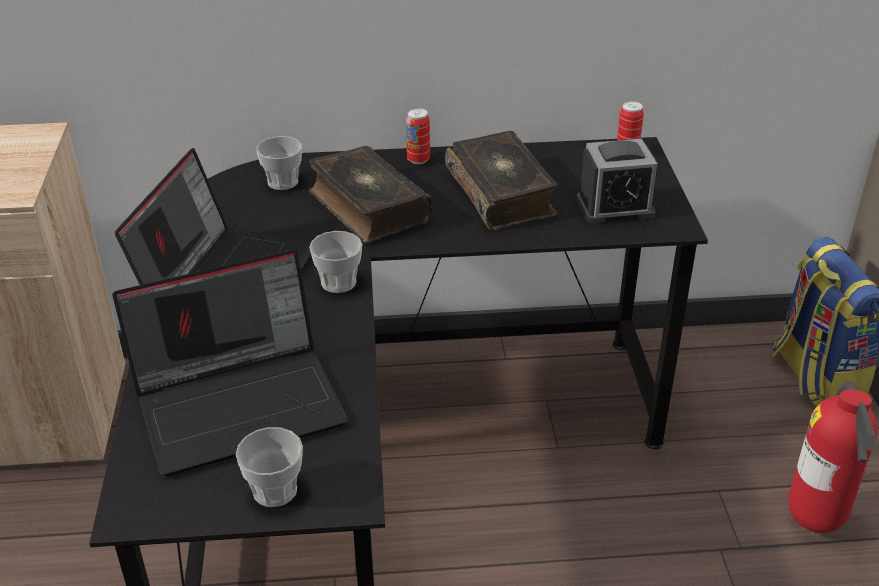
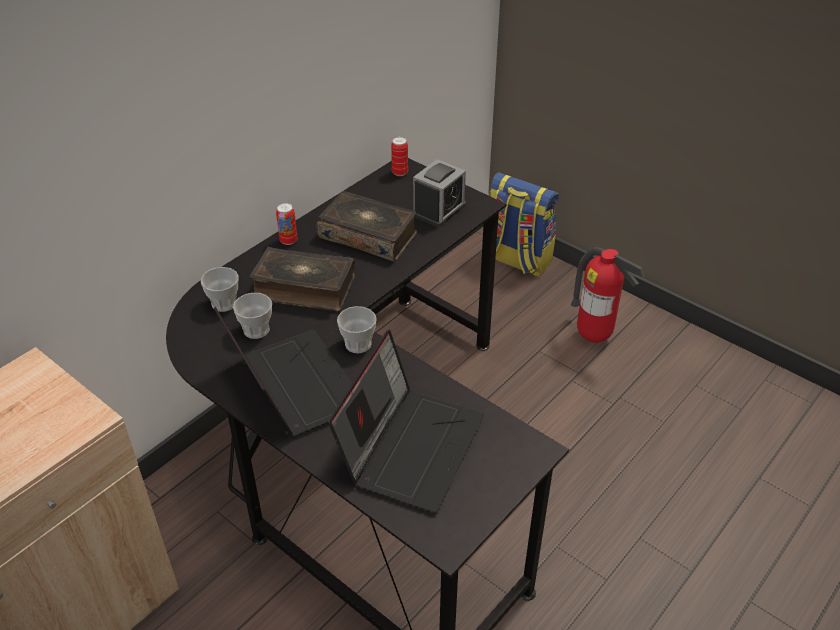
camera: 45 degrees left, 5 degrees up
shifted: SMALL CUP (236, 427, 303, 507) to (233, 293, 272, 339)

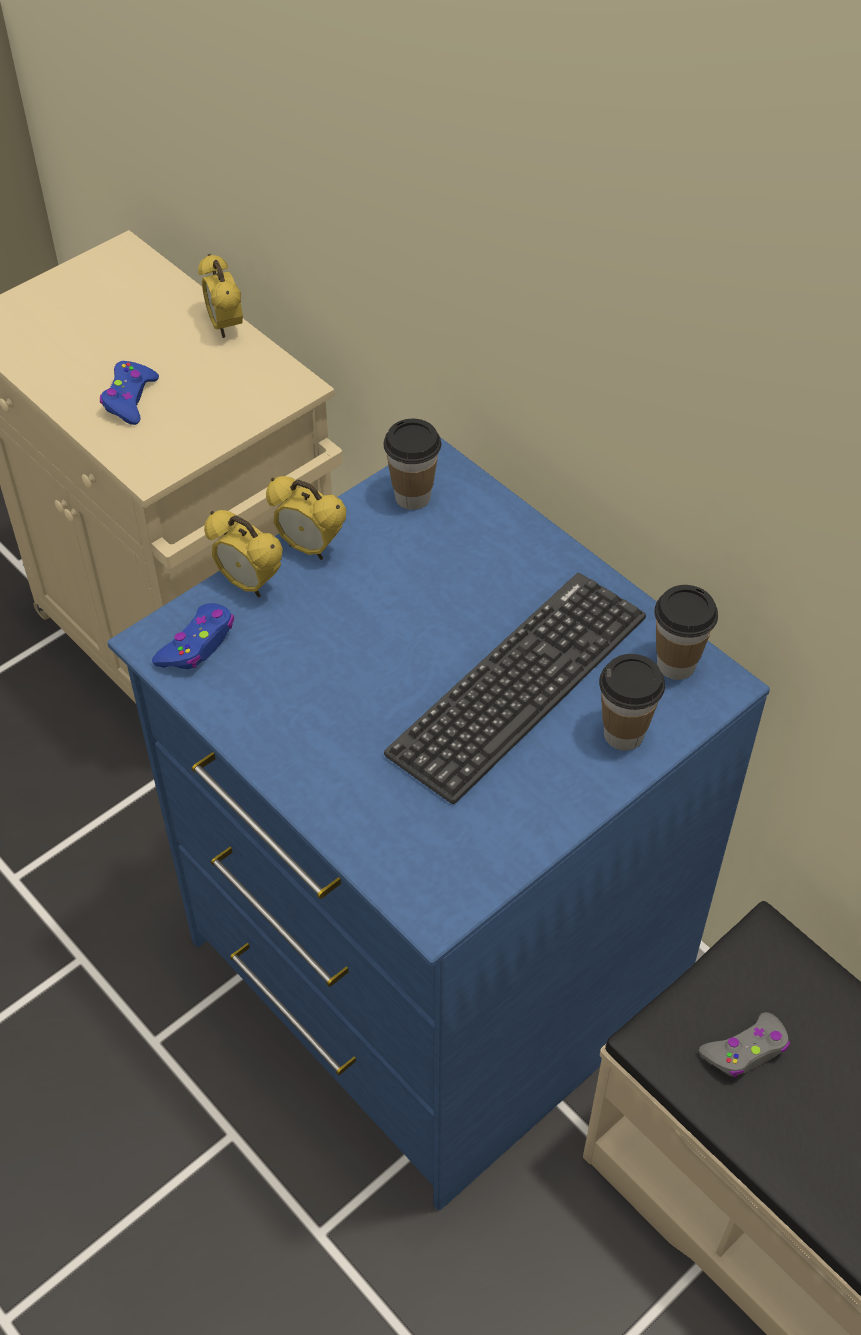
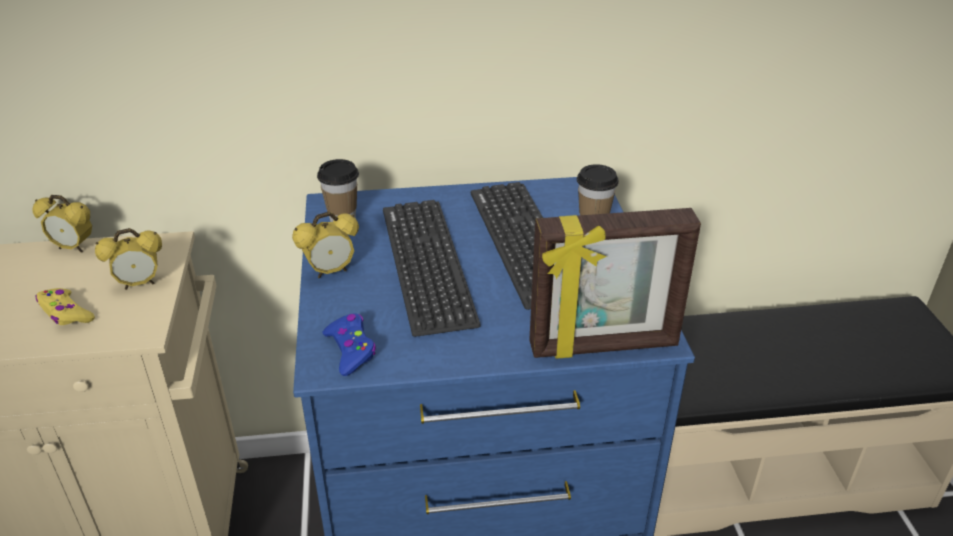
camera: 55 degrees left, 15 degrees down
gone: SMALL CUP (654, 585, 718, 680); GRAY GAME CONTROLLER (699, 1012, 790, 1078)
new: COMPUTER KEYBOARD (383, 200, 481, 337); PICTURE FRAME (529, 208, 701, 359)
shifted: BEDSIDE CLOCK (204, 510, 283, 597) to (95, 228, 162, 290)
repainted: BLUE GAME CONTROLLER (100, 361, 159, 425) to YELLOWISH GAME CONTROLLER (36, 288, 95, 325)

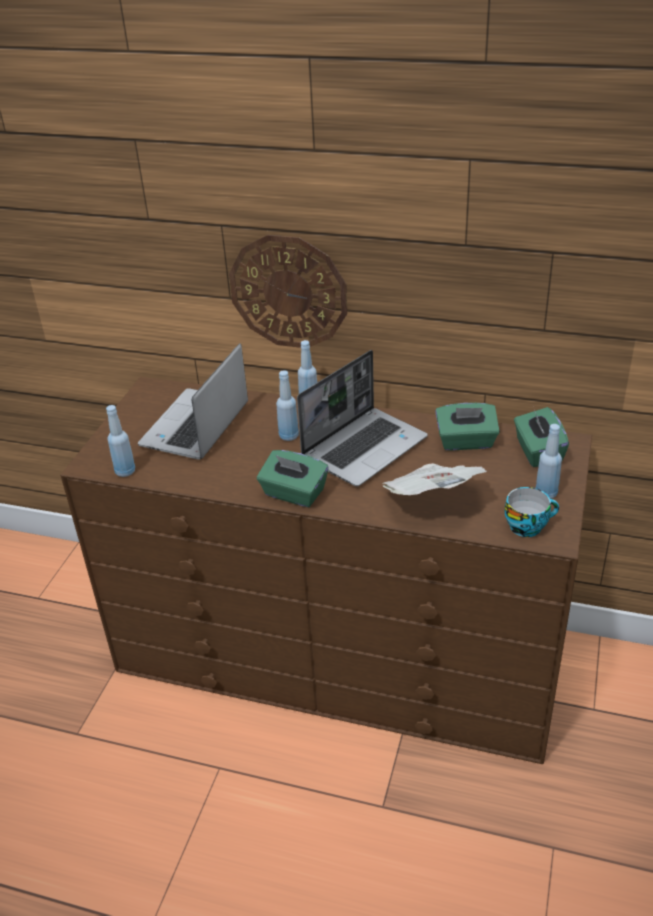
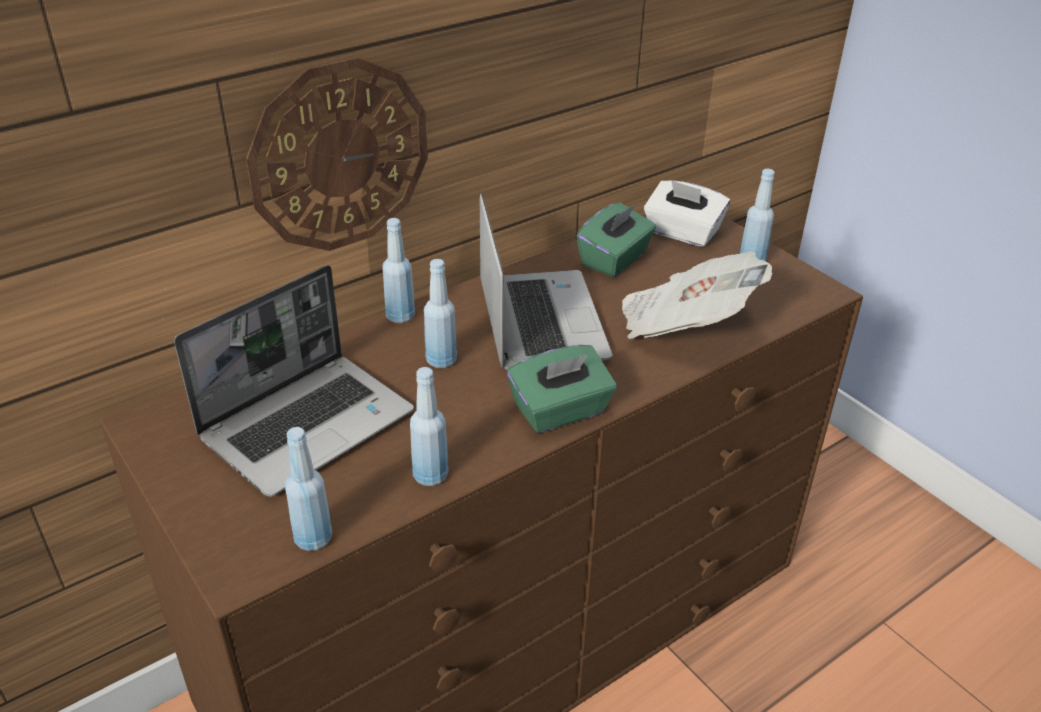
camera: 55 degrees left, 0 degrees up
gone: SMALL CUP (505, 487, 559, 537)
new: BLUE BOTTLE (410, 367, 449, 486)
repainted: GREEN-COLOURED TISSUE HOLDER (514, 407, 569, 467) to WHITE TISSUE HOLDER (644, 180, 730, 247)
rotated: NOTEBOOK COMPUTER (138, 343, 248, 460) = (174, 265, 414, 497) 105 degrees counterclockwise

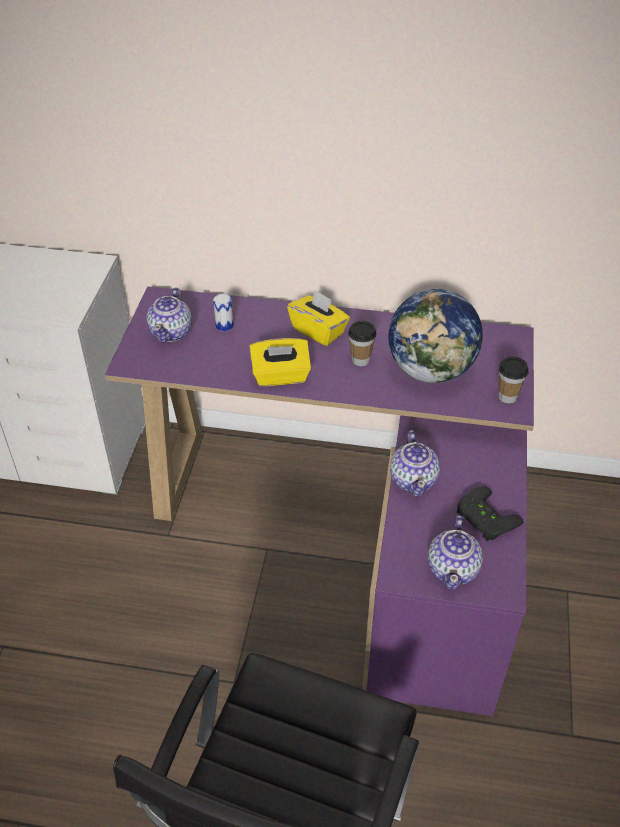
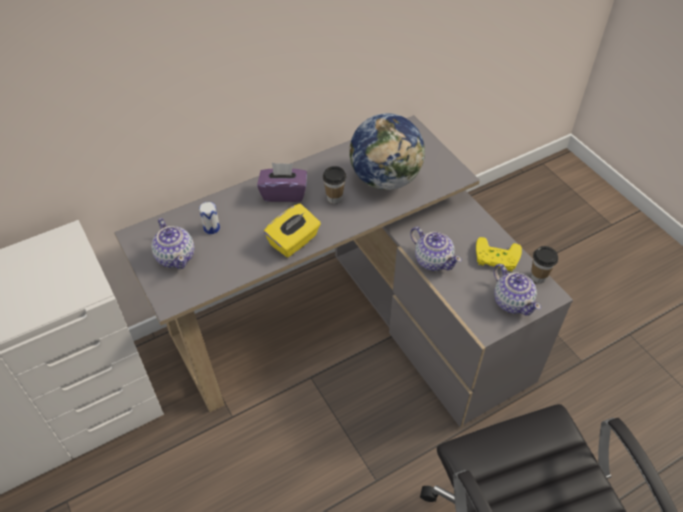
camera: 40 degrees left, 5 degrees up
shifted: SMALL CUP (498, 357, 529, 404) to (531, 246, 558, 283)
repainted: PURPLISH DESK TABLE (105, 287, 534, 716) to GRAY DESK TABLE (114, 115, 573, 427); YELLOWISH TISSUE HOLDER (287, 289, 350, 346) to PURPLISH TISSUE HOLDER (257, 163, 307, 202); BLACKISH GAME CONTROLLER (457, 486, 524, 541) to YELLOWISH GAME CONTROLLER (476, 237, 522, 271)

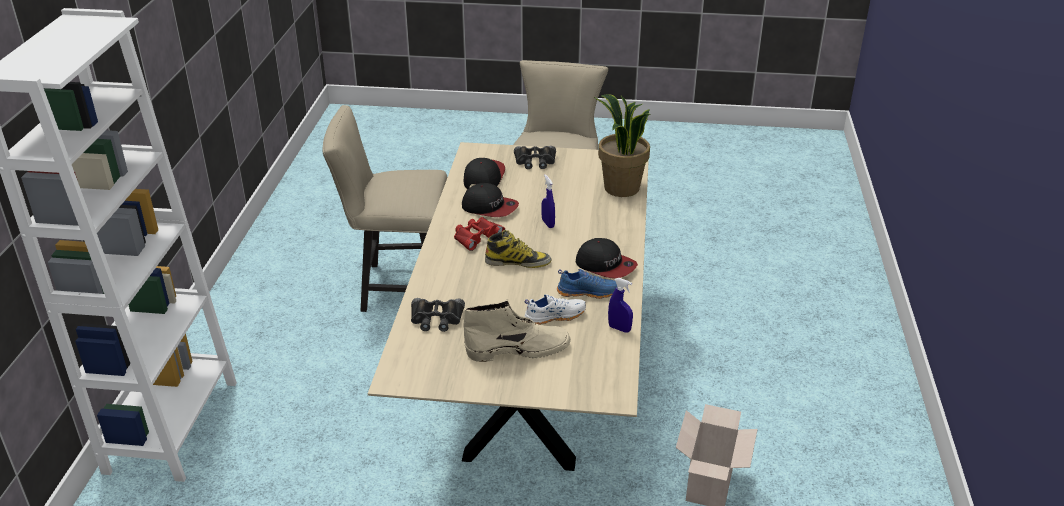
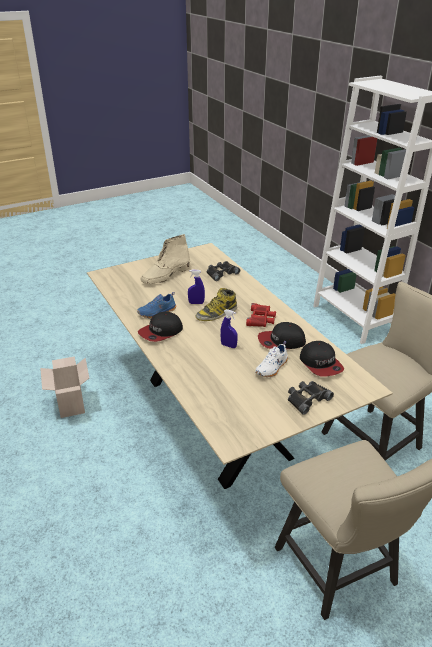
camera: 145 degrees right, 0 degrees up
gone: POTTED PLANT (594, 94, 651, 197)
shifted: BLUE SPRAYER (608, 278, 633, 333) to (188, 270, 205, 304); WHITE ITEM OF FOOTWEAR (524, 294, 586, 325) to (255, 341, 288, 377)
rotated: BASEBALL CAP (576, 238, 638, 279) = (138, 312, 183, 342) 45 degrees counterclockwise

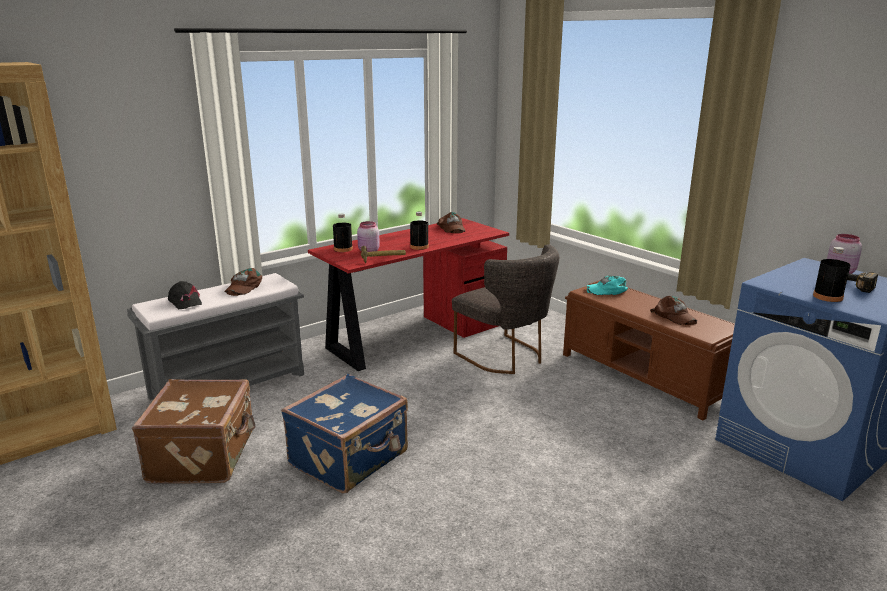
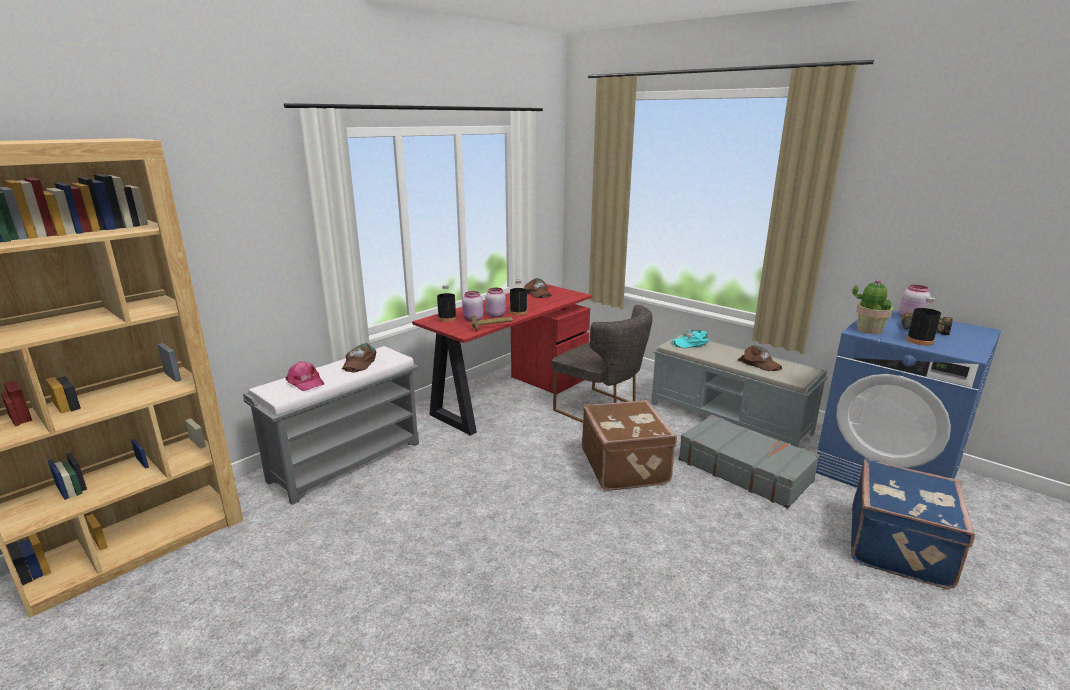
camera: 10 degrees left, 0 degrees up
new: POTTED PLANT (852, 280, 893, 334); PINK-COLOURED PRESERVE JAR (485, 288, 506, 318); GRAY TRAVEL CASE (678, 415, 820, 508)
shifted: BLUE TRAVEL CASE (281, 374, 408, 493) to (851, 459, 975, 589); BROWN-COLOURED TRAVEL CASE (132, 379, 256, 484) to (582, 400, 677, 491)
repainted: BROWN-COLOURED LONG SEAT (563, 280, 735, 421) to GRAY LONG SEAT (651, 333, 828, 447); BLACKISH BASEBALL CAP (168, 281, 202, 309) to PINK-COLOURED BASEBALL CAP (285, 361, 324, 391)

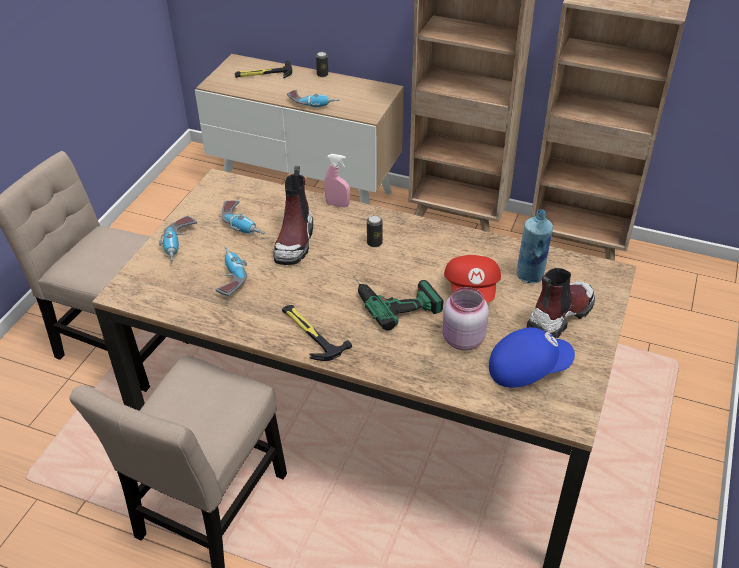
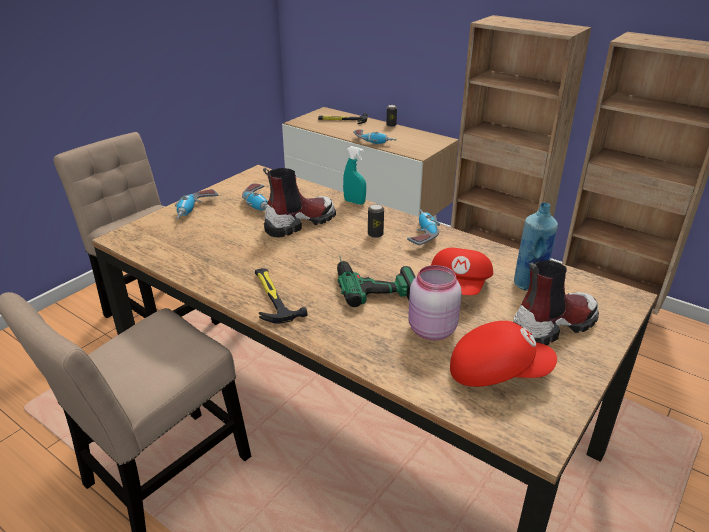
camera: 15 degrees right, 10 degrees down
shifted: ELECTRIC DRILL (215, 247, 247, 296) to (407, 209, 440, 245)
repainted: PINK-COLOURED SPRAYER (324, 154, 350, 208) to TURQUOISE-COLOURED SPRAYER (343, 146, 366, 205); BLUE BASEBALL CAP (489, 327, 575, 388) to REDDISH BASEBALL CAP (450, 321, 557, 387)
rotated: HIGH-TOP BOOT (273, 166, 313, 265) = (263, 168, 336, 237) 150 degrees counterclockwise

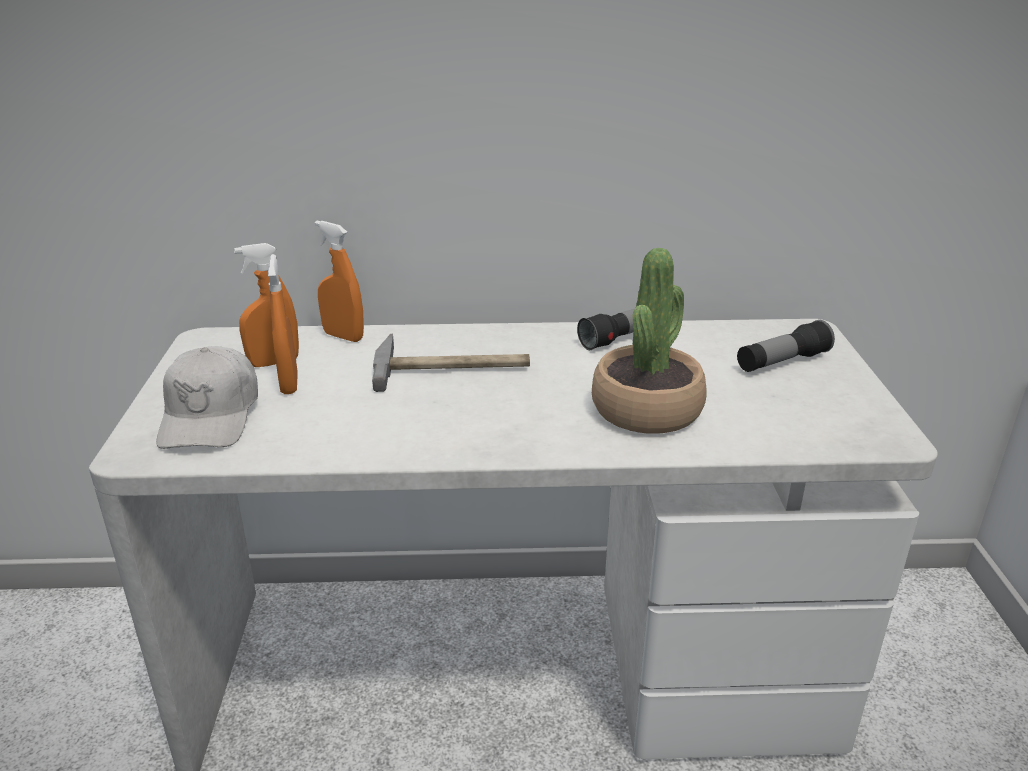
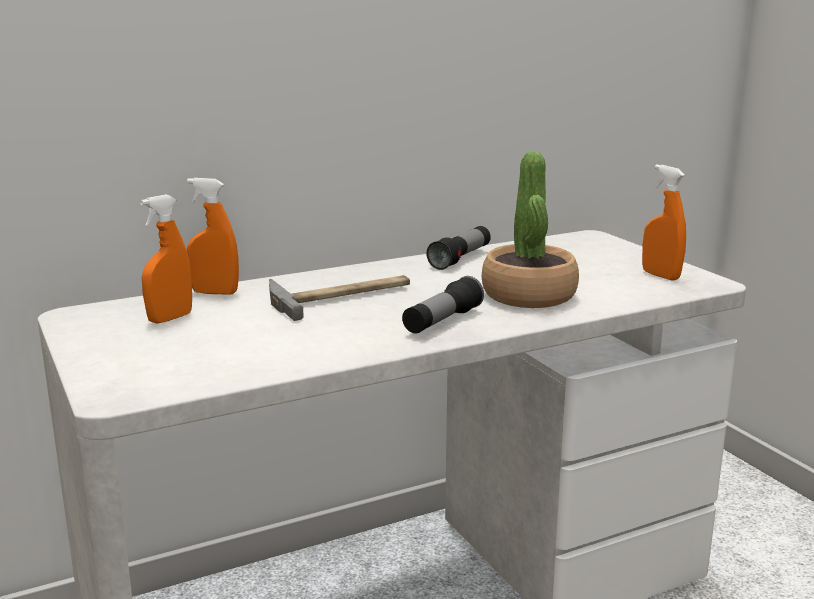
camera: 25 degrees left, 10 degrees down
gone: WHITE BASEBALL CAP (156, 346, 258, 449)
shifted: ORANGE SPRAYER (268, 254, 298, 394) to (642, 165, 686, 281); FLASHLIGHT (737, 320, 835, 372) to (402, 276, 484, 333)

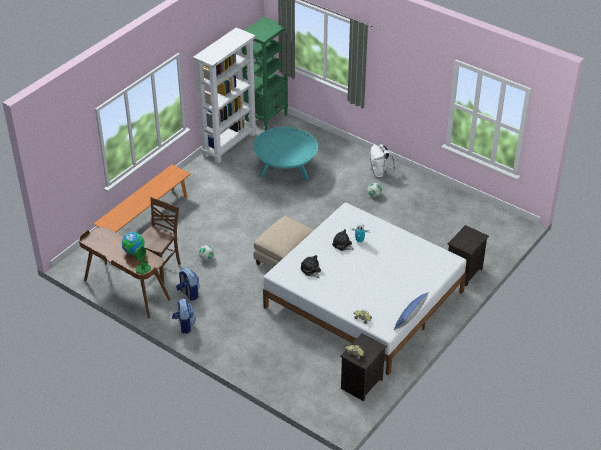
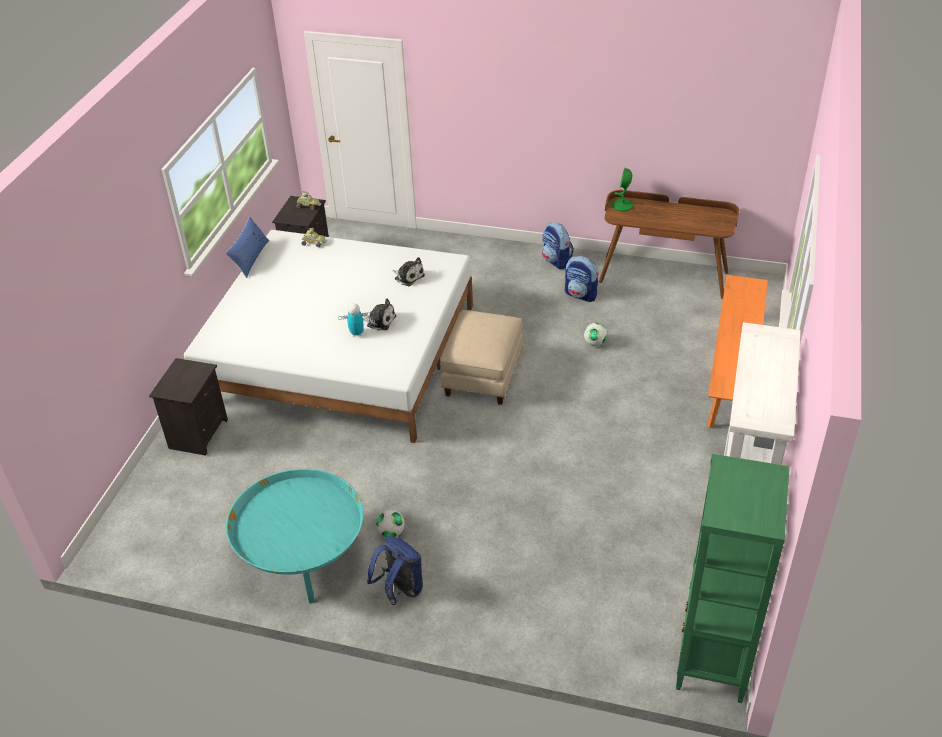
camera: 160 degrees right, 0 degrees up
gone: BROWN-COLOURED PLAIN CHAIR (141, 197, 181, 284); GLOBE (122, 232, 145, 255)
shifted: TURQUOISE-COLOURED COFFEE TABLE (253, 127, 318, 181) to (226, 469, 364, 604)
repainted: WHITE BACKPACK (369, 144, 395, 178) to BLUE BACKPACK (367, 536, 423, 605)

